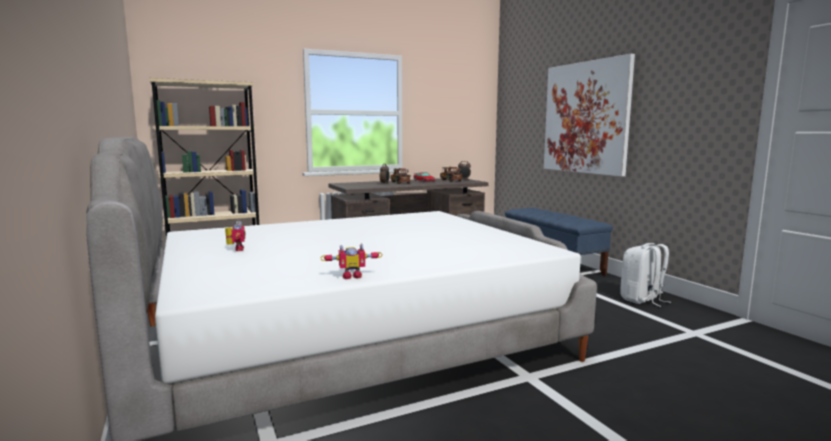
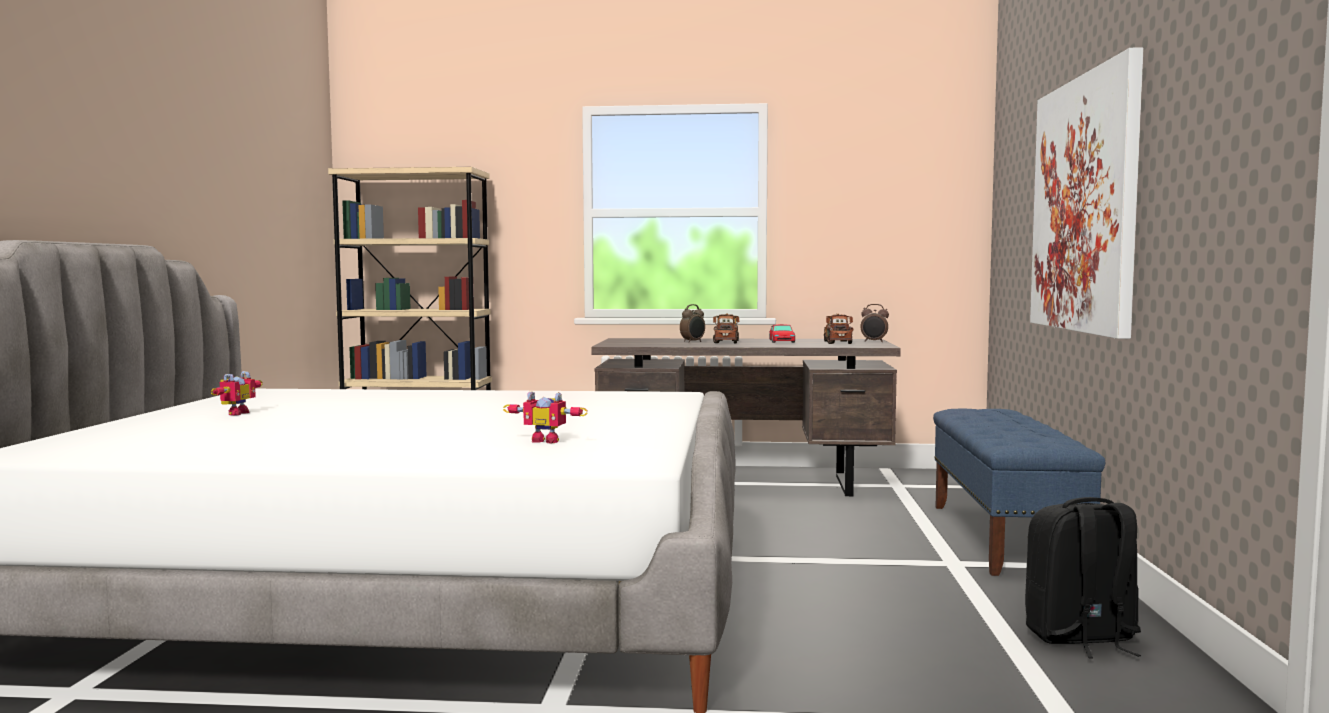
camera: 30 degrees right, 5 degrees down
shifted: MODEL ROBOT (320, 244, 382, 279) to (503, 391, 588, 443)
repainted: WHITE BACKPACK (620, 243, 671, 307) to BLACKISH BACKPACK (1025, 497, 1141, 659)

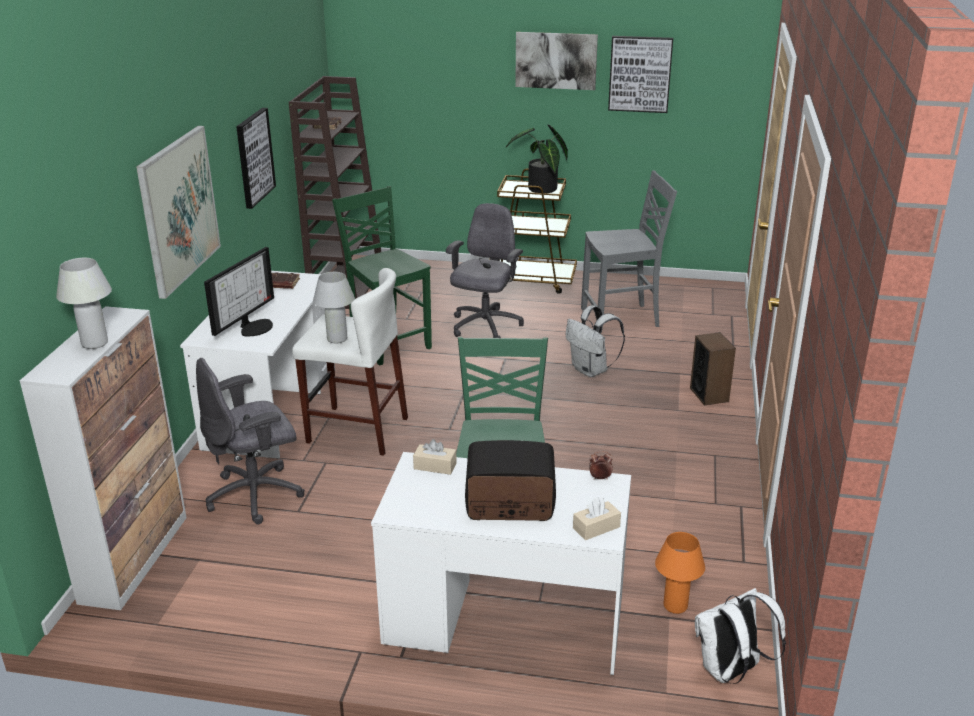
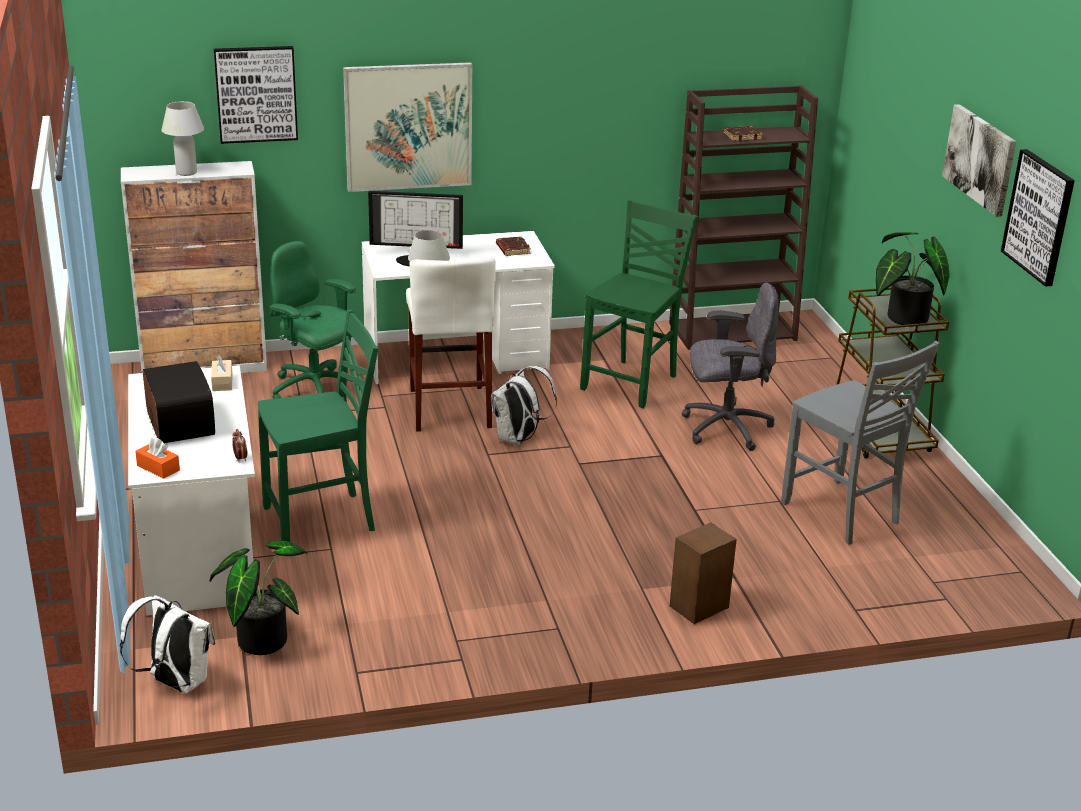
camera: 65 degrees right, 0 degrees up
shifted: WALL PICTURE (236, 108, 276, 209) to (214, 46, 298, 144); WHITE BACKPACK (566, 305, 625, 377) to (491, 366, 557, 445)
swapped: ORANGE LAMP FOR A TABLE (655, 532, 705, 614) to POTTED PLANT (209, 541, 307, 655)
repainted: GRAY DESK CHAIR (196, 358, 305, 524) to GREEN-COLOURED DESK CHAIR (270, 241, 360, 399); BEIGE TISSUE HOLDER (573, 497, 621, 540) to ORANGE TISSUE HOLDER (135, 438, 180, 479)

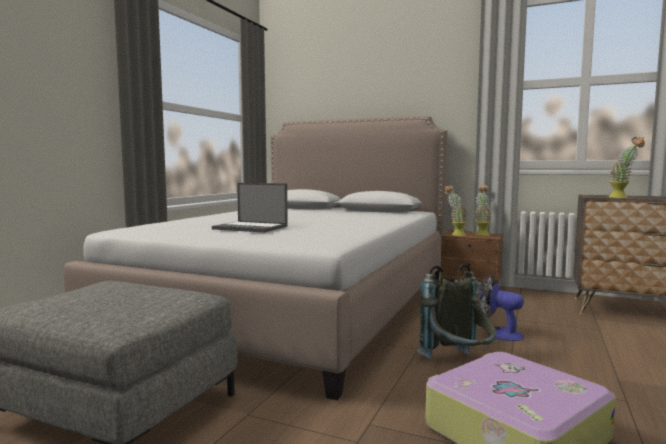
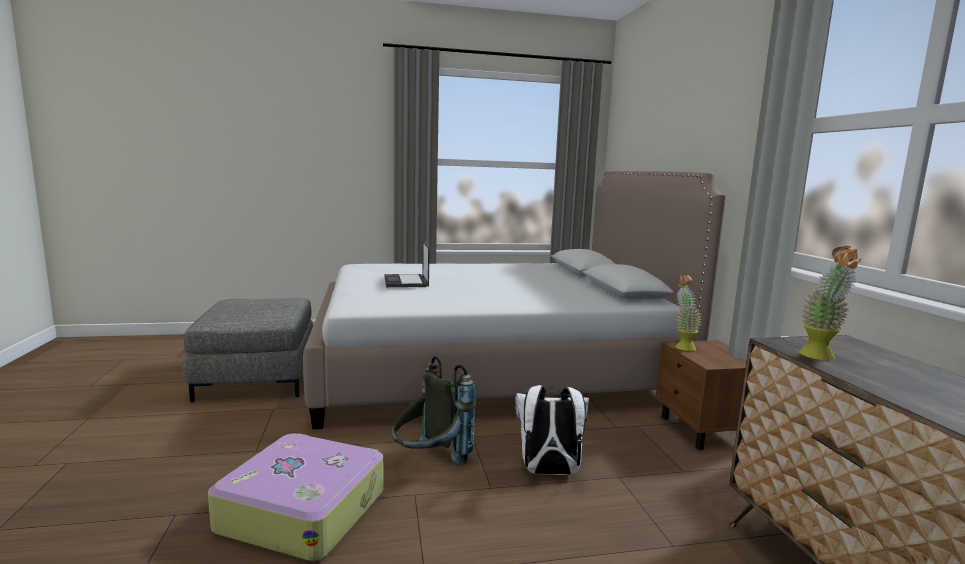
camera: 55 degrees right, 5 degrees up
gone: POTTED PLANT (474, 185, 493, 236)
swapped: FAN (477, 275, 524, 341) to WHITE BACKPACK (515, 385, 589, 475)

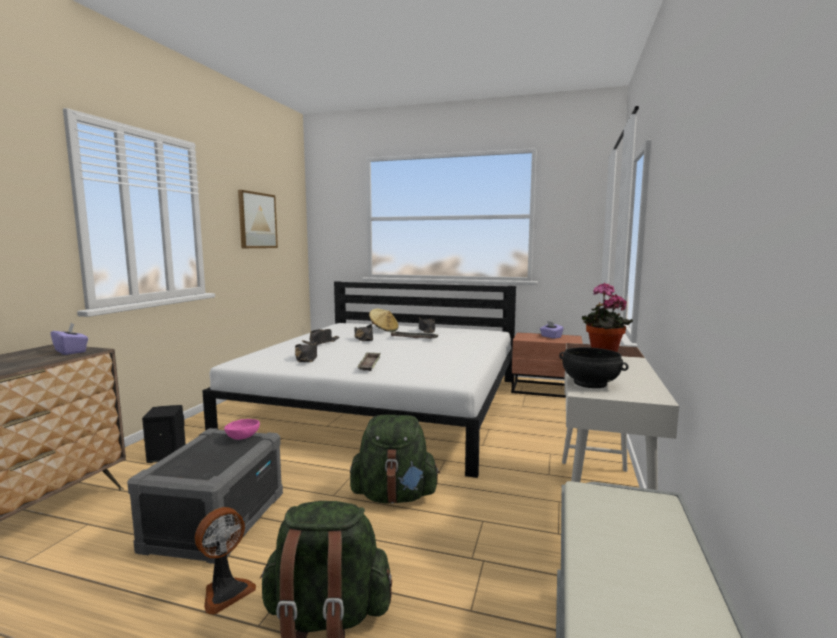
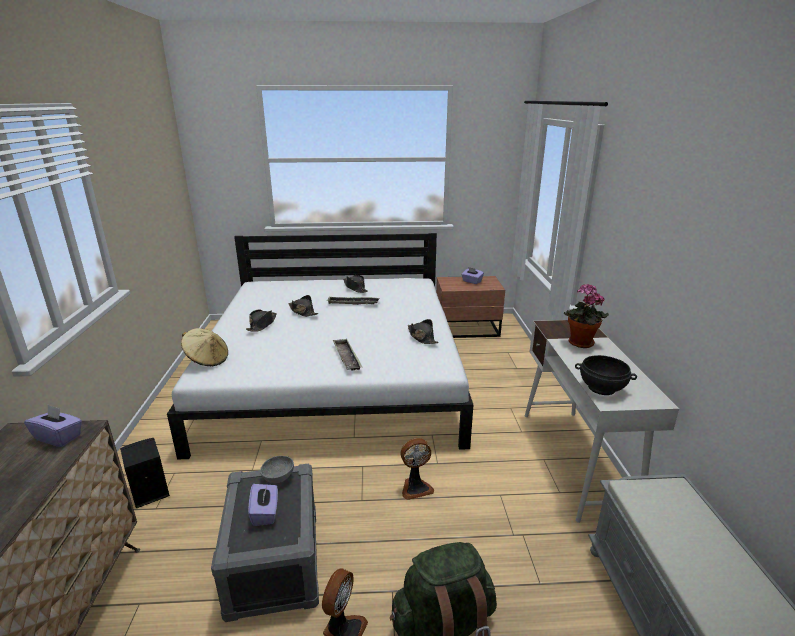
camera: 20 degrees left, 15 degrees up
gone: WALL PICTURE (238, 190, 278, 248)
new: PURPLISH TISSUE HOLDER (248, 484, 278, 526)
shifted: BEIGE WEARABLE HAT (369, 309, 399, 332) to (181, 328, 228, 366); BLACKISH WEARABLE HAT (295, 342, 317, 362) to (408, 319, 438, 344)
swapped: GREEN-COLOURED BACKPACK (350, 415, 440, 504) to FAN (401, 438, 434, 500)
repainted: PINK-COLOURED DEEP DISH (224, 419, 260, 440) to GRAY DEEP DISH (260, 456, 294, 483)

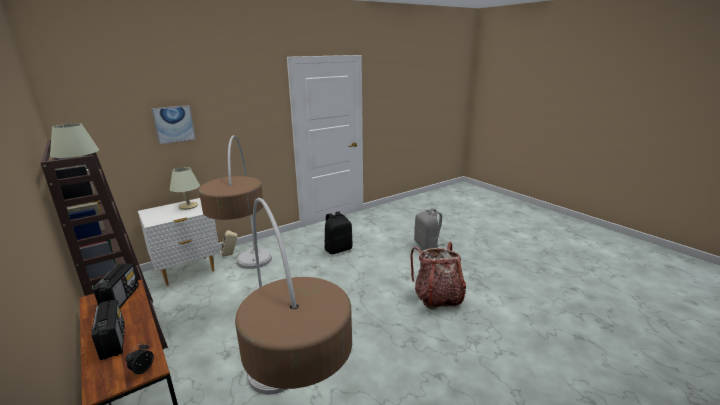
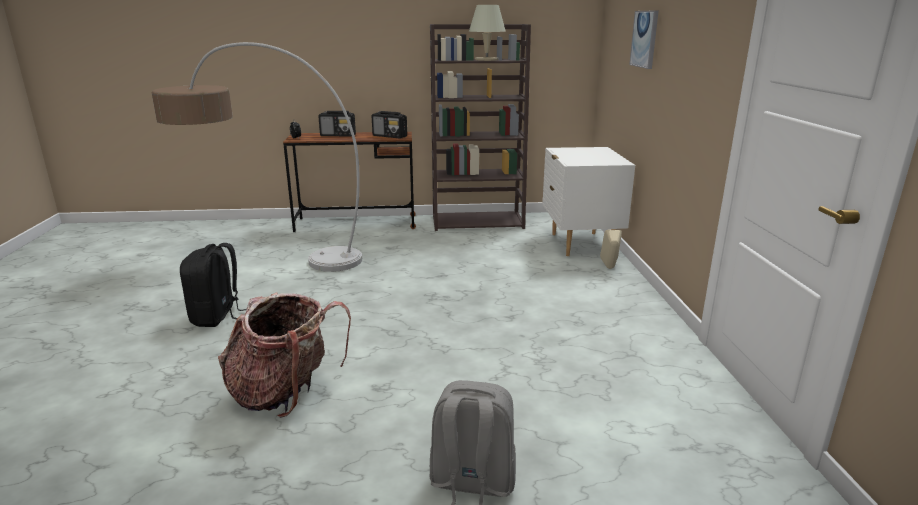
camera: 120 degrees right, 0 degrees up
gone: STANDARD LAMP (199, 135, 272, 269); BEIGE LAMP FOR A TABLE (170, 167, 200, 210)
shifted: BLACKISH BACKPACK (324, 211, 352, 254) to (180, 243, 246, 327)

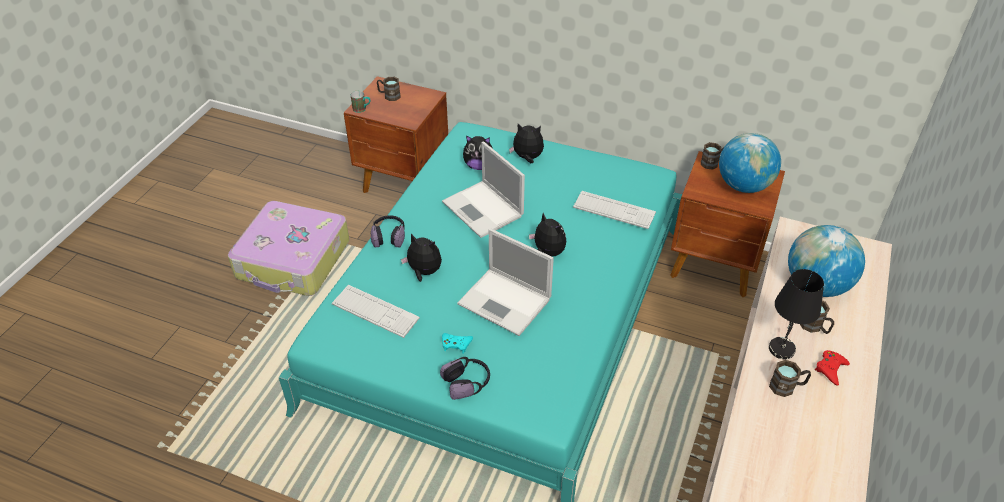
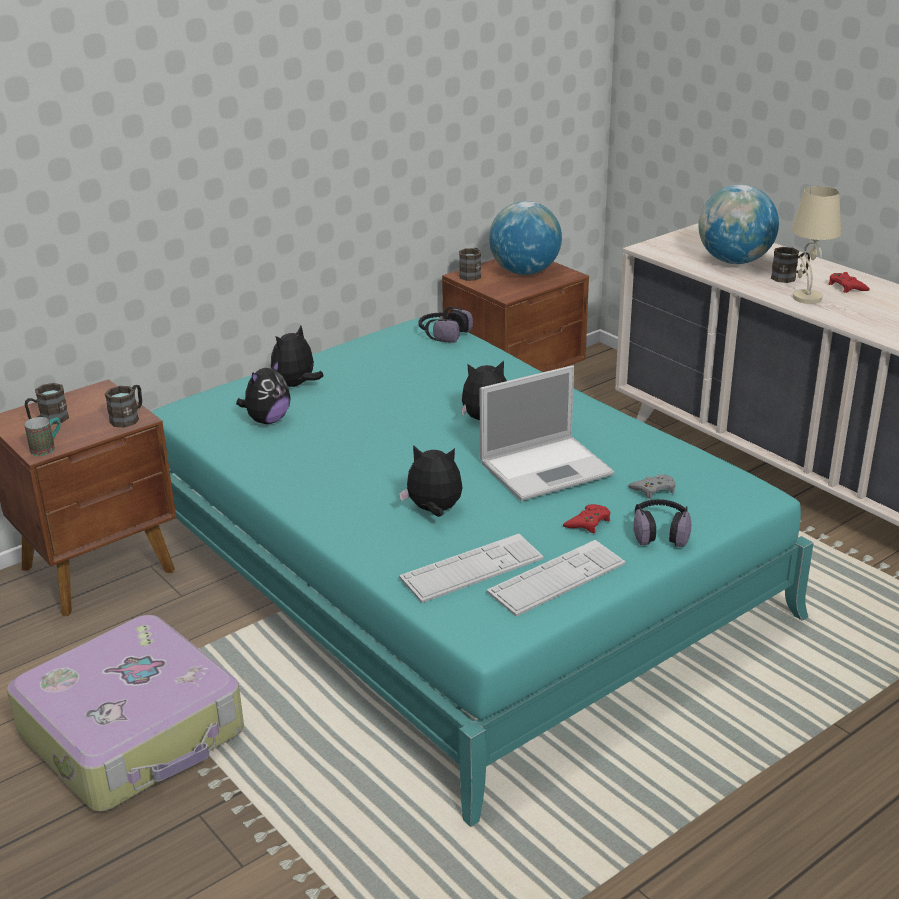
camera: 60 degrees left, 15 degrees down
gone: NOTEBOOK COMPUTER (442, 142, 525, 238)
new: GRAY GAME CONTROLLER (628, 474, 676, 499)
shifted: COMPUTER KEYBOARD (573, 191, 656, 229) to (487, 540, 626, 616); HEADSET (371, 215, 405, 248) to (419, 307, 473, 343); BROWN-COLOURED TEA MUG (769, 360, 811, 397) to (105, 385, 142, 428)
repainted: BLACKISH LAMP FOR A TABLE (769, 269, 824, 359) to BEIGE LAMP FOR A TABLE (792, 186, 841, 304); TURQUOISE-COLOURED GAME CONTROLLER (442, 333, 473, 354) to REDDISH GAME CONTROLLER (563, 504, 611, 533)
rotated: SOFT TOY (401, 233, 442, 282) = (399, 445, 462, 517) 45 degrees clockwise

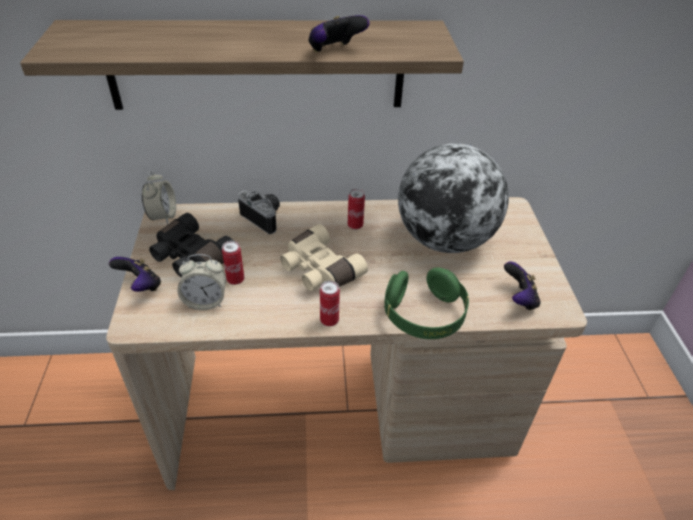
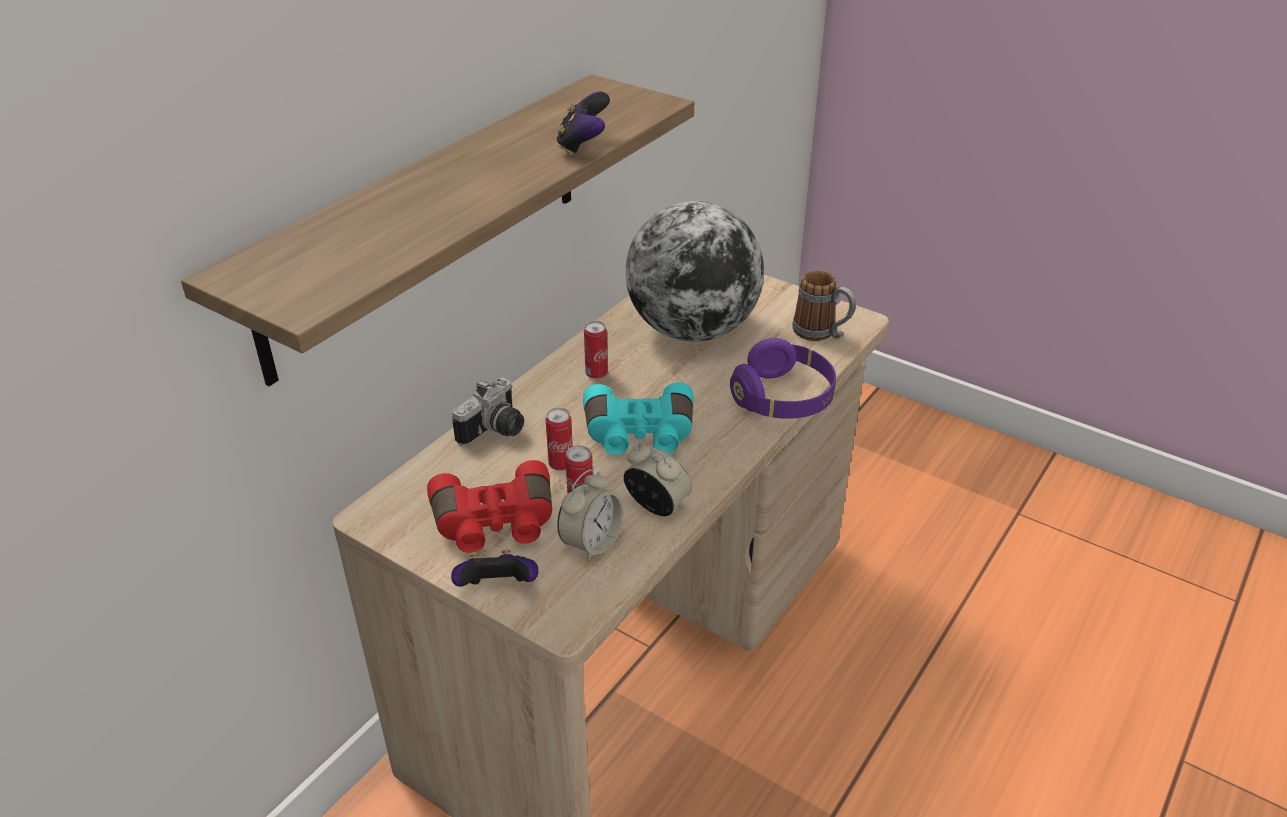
camera: 50 degrees left, 5 degrees down
shifted: BEDSIDE CLOCK (142, 171, 176, 224) to (624, 444, 693, 516); CAN (320, 281, 340, 326) to (546, 408, 573, 471)
swapped: GAME CONTROLLER (504, 262, 541, 311) to TEA MUG (792, 270, 856, 341)
repainted: BLACKISH BINOCULARS (149, 213, 233, 277) to REDDISH BINOCULARS (427, 460, 552, 553); BEIGE BINOCULARS (280, 224, 368, 291) to TURQUOISE-COLOURED BINOCULARS (583, 382, 694, 455); GREEN-COLOURED HEADSET (384, 267, 469, 339) to PURPLISH HEADSET (730, 338, 836, 419)
rotated: PHOTO CAMERA (238, 191, 280, 234) = (452, 378, 524, 446) 135 degrees clockwise

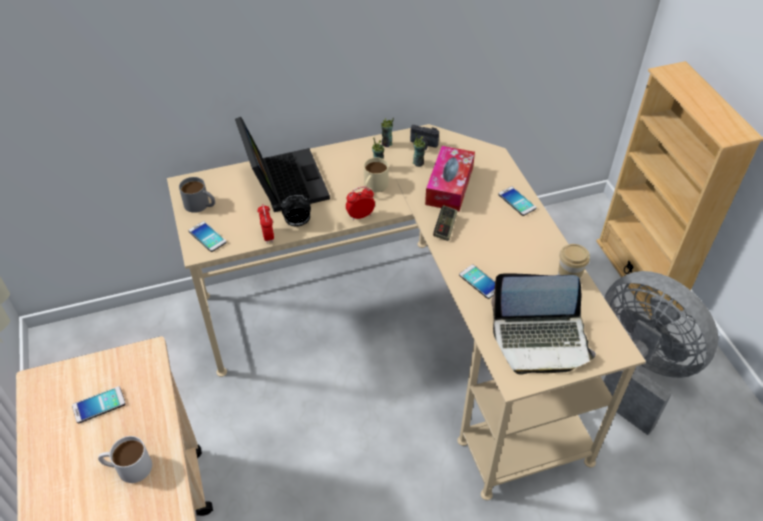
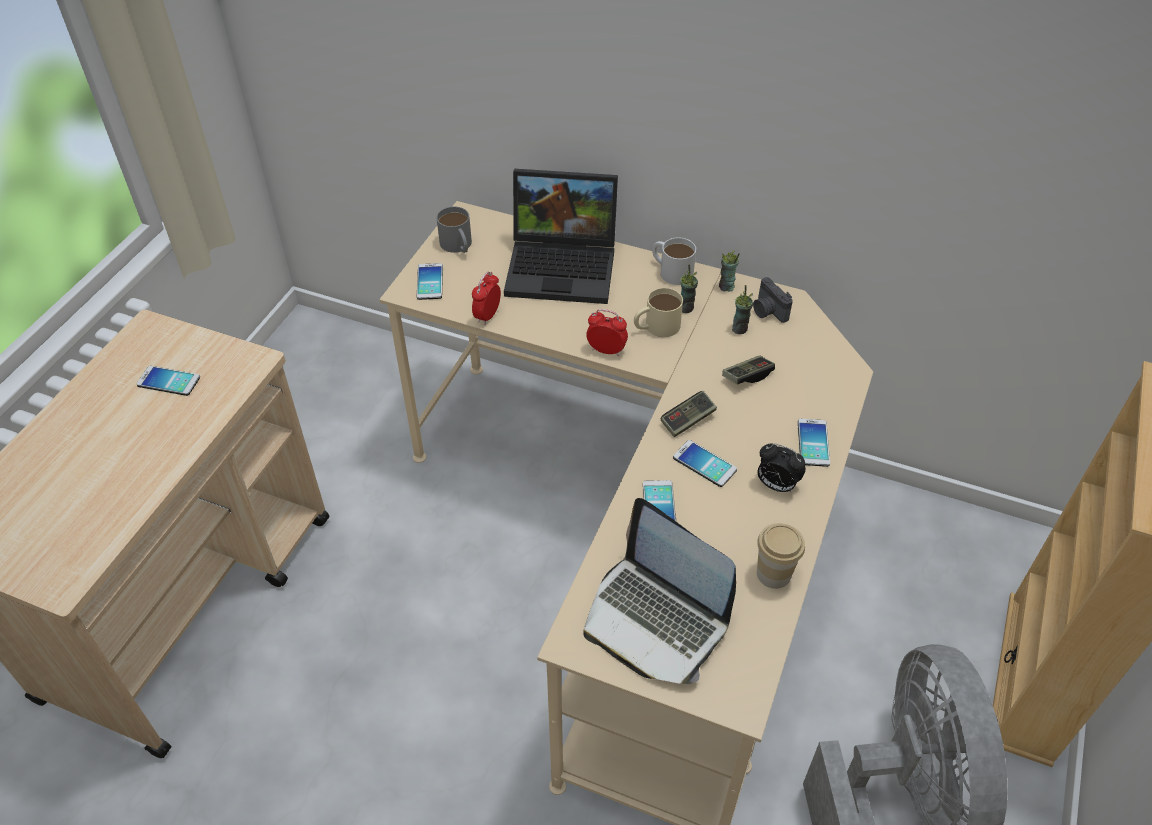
camera: 40 degrees right, 0 degrees up
new: PHONE (673, 440, 737, 487)
shifted: BEDSIDE CLOCK (280, 195, 311, 226) to (757, 444, 806, 493); WHITE TEA MUG (98, 436, 152, 483) to (652, 238, 696, 285)
swapped: TISSUE HOLDER (425, 146, 475, 212) to GAME CONTROLLER (722, 356, 775, 384)
rotated: NOTEBOOK COMPUTER (235, 117, 330, 212) = (504, 169, 618, 304) 75 degrees clockwise

